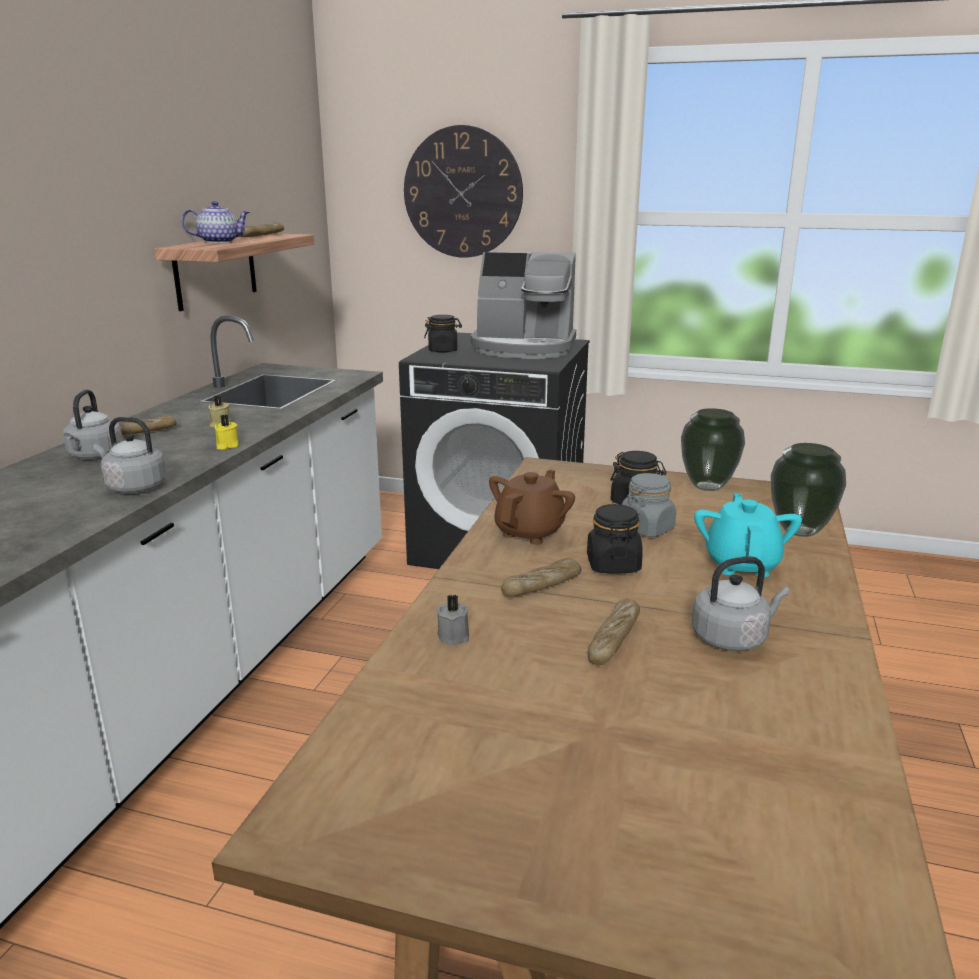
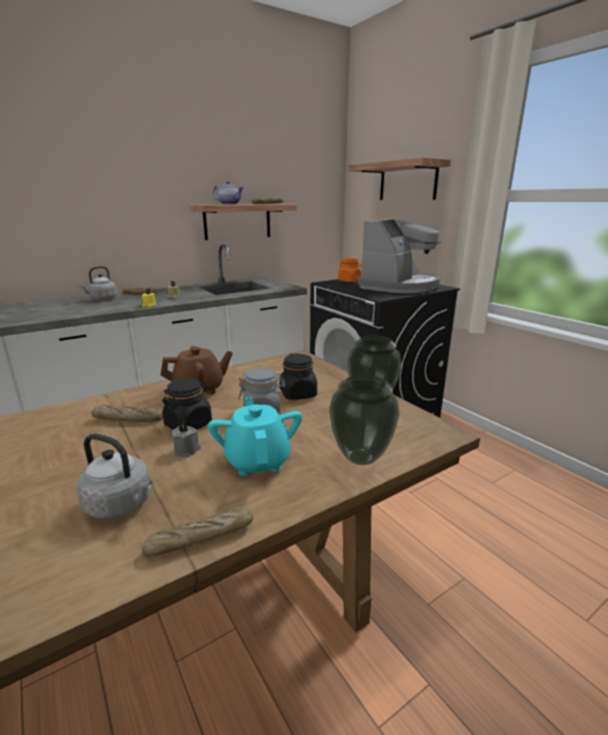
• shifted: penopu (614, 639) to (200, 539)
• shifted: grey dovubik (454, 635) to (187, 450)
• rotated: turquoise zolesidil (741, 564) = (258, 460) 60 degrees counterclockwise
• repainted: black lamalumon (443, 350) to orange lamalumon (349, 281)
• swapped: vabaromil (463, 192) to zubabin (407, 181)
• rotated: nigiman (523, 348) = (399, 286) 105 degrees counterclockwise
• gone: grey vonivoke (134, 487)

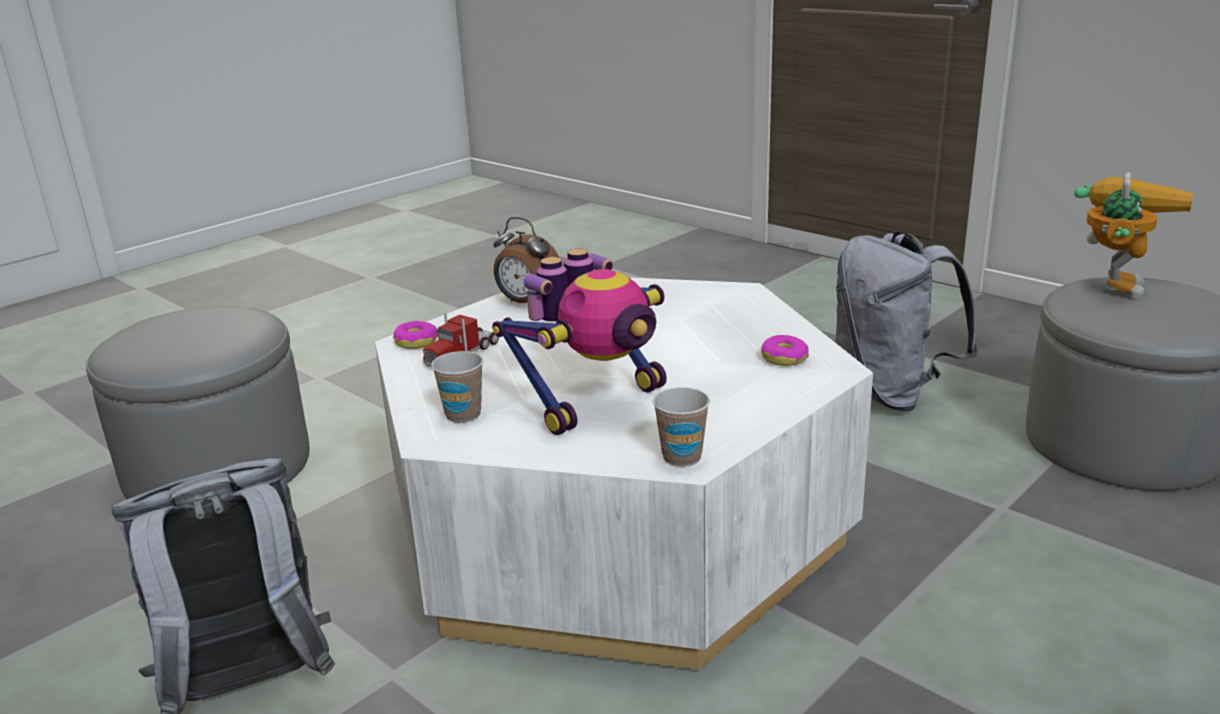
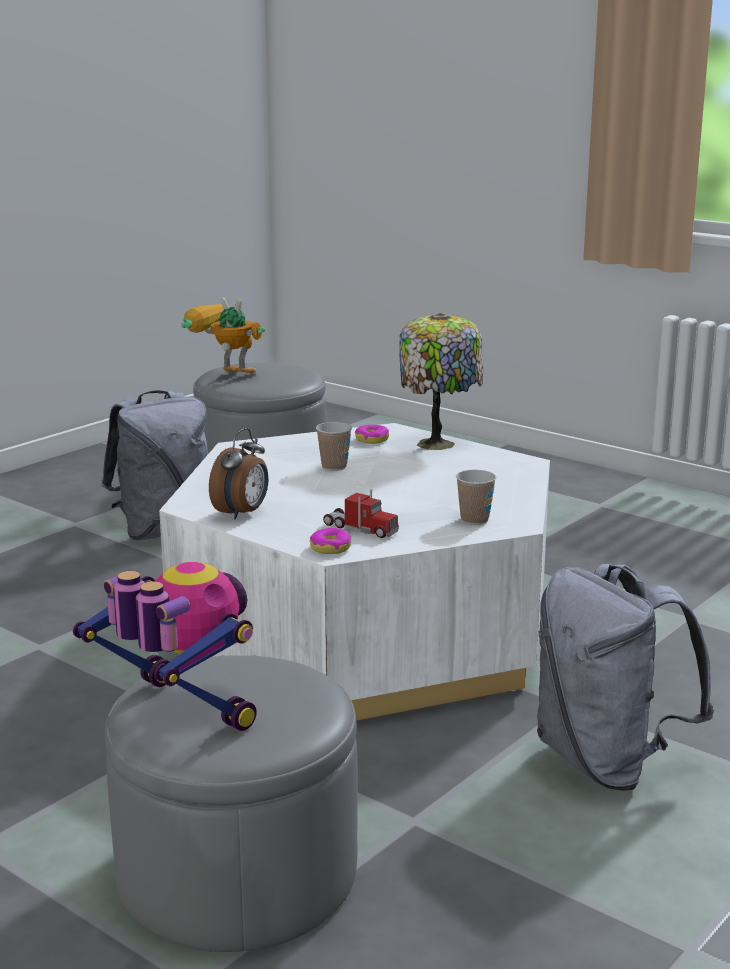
• shifted: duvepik (595, 402) to (180, 711)
• shifted: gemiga (682, 457) to (334, 467)
• new: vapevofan (438, 443)

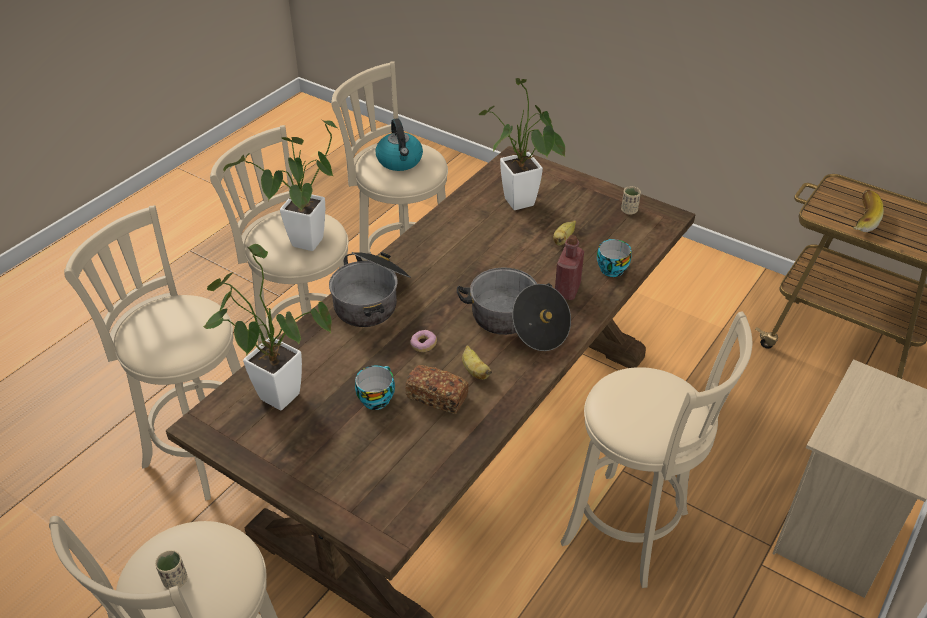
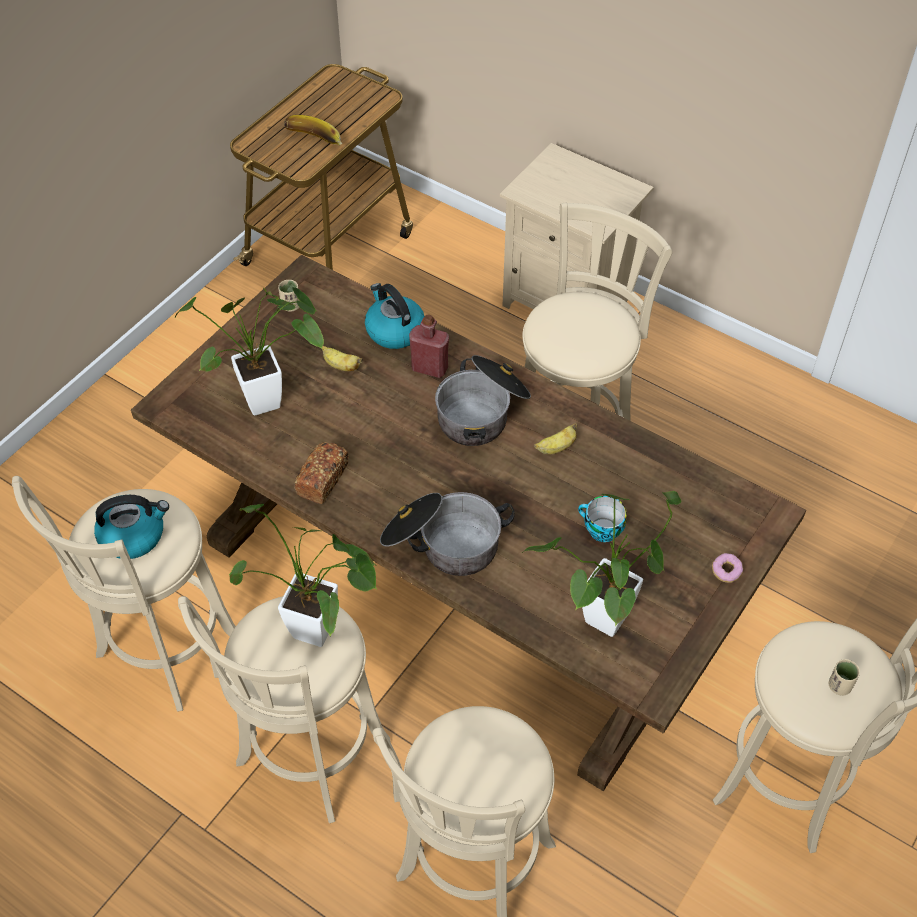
• shifted: penopu (437, 397) to (322, 480)
• swapped: gemiga (610, 268) to vonivoke (394, 330)
• shifted: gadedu (423, 345) to (726, 572)

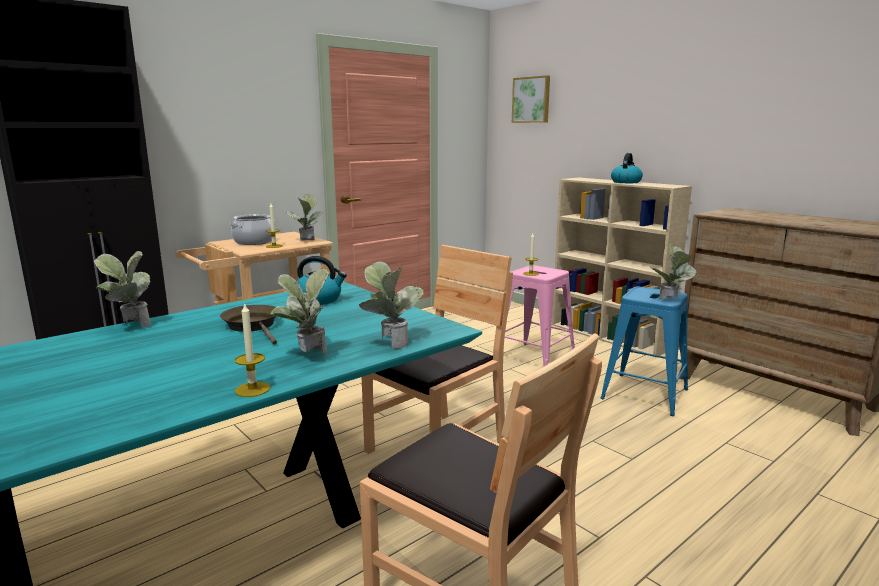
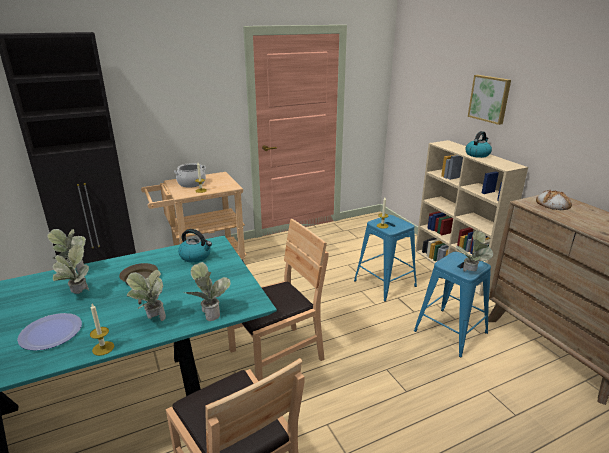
• new: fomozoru (51, 332)
• shifted: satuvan (306, 242) to (77, 295)
• repainted: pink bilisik (534, 358) to blue bilisik (384, 283)
• shifted: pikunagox (531, 100) to (490, 99)
• new: penopu (552, 204)

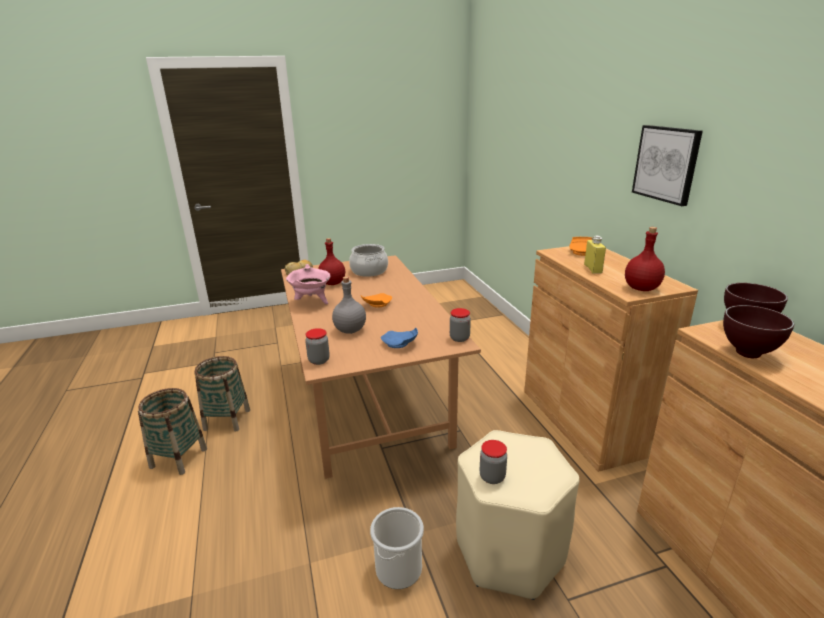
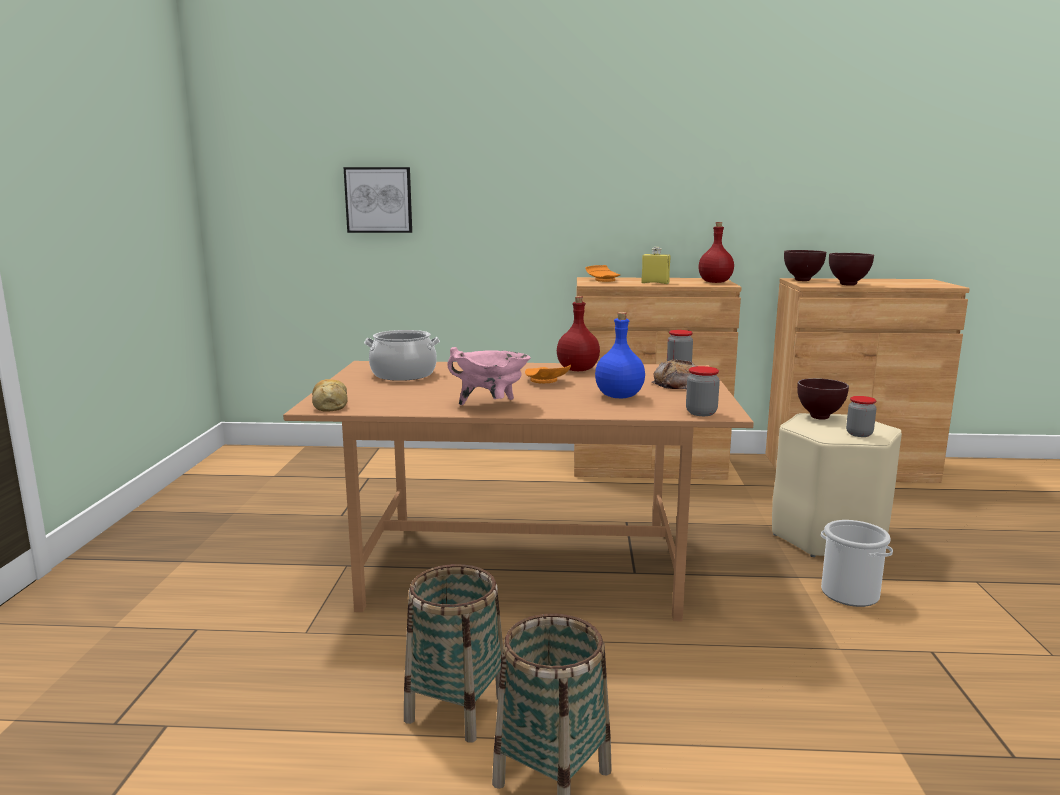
• shifted: pikunagox (666, 164) to (379, 200)
• shifted: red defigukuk (332, 283) to (577, 370)
• repainted: grey defigukuk (349, 330) to blue defigukuk (619, 396)
• swapped: blue fomozoru (400, 344) to penopu (678, 383)
• new: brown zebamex (820, 417)

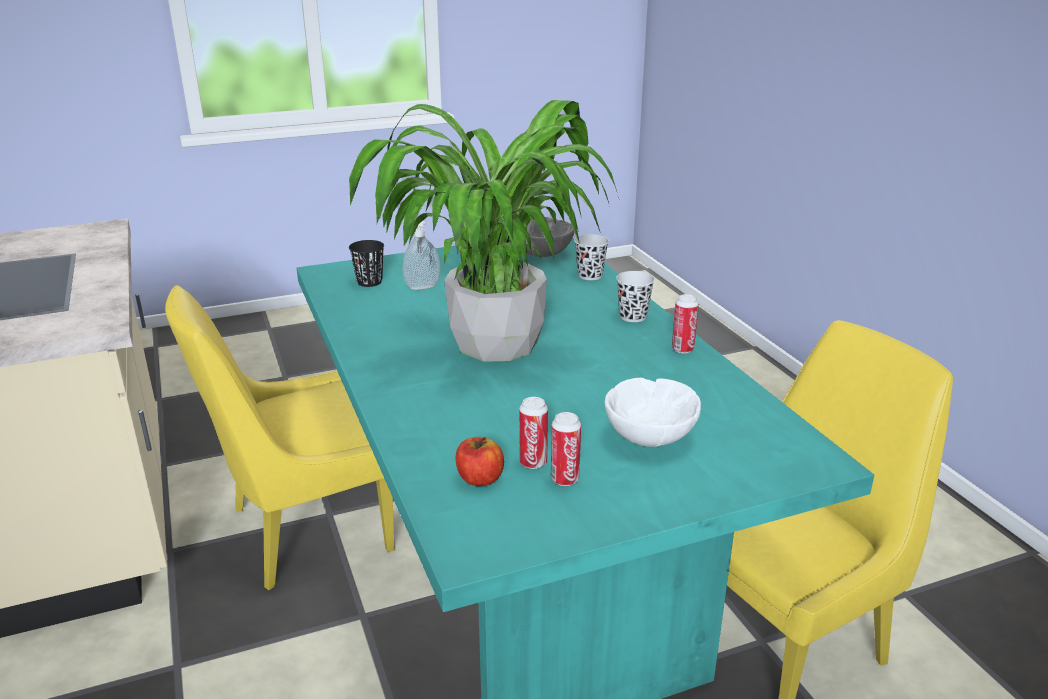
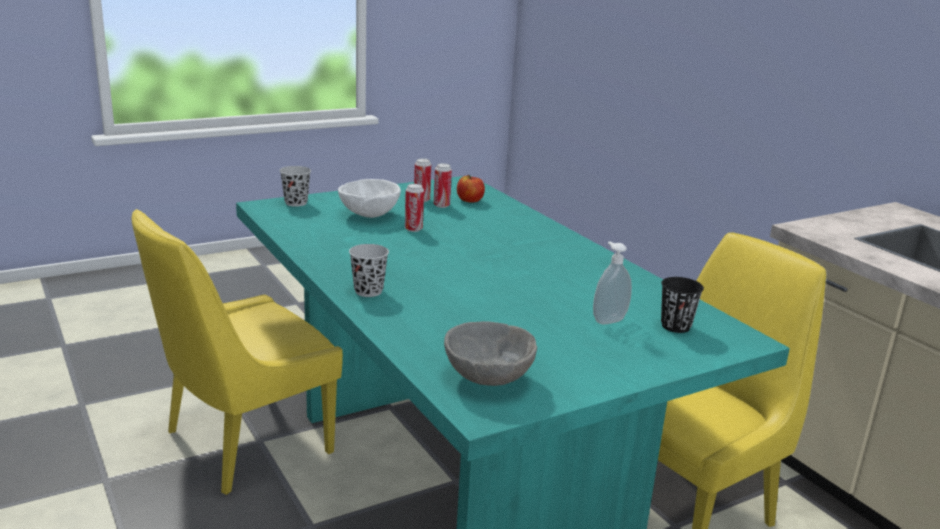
• shifted: black gemiga (590, 275) to (296, 203)
• shifted: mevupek (682, 349) to (413, 229)
• gone: satuvan (496, 344)

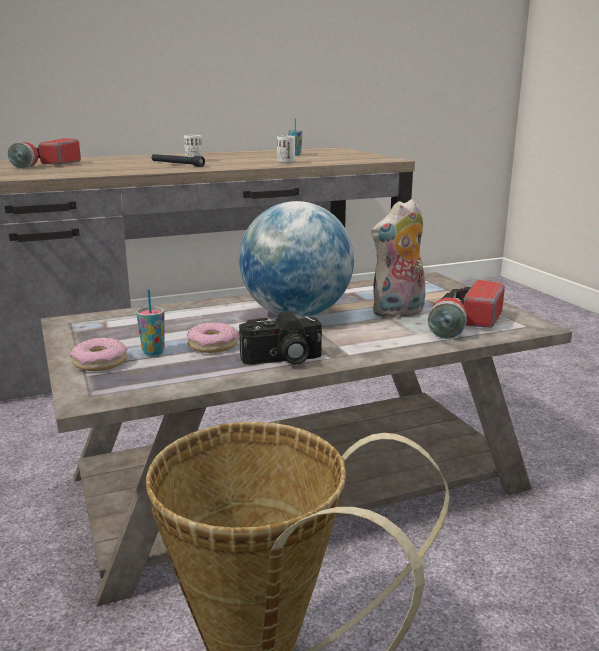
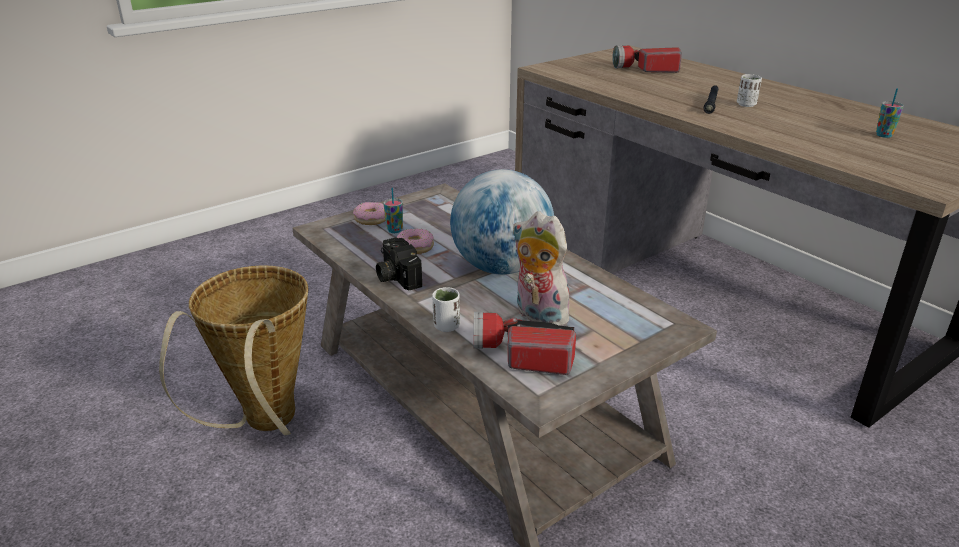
• shifted: white gemiga (286, 163) to (446, 326)

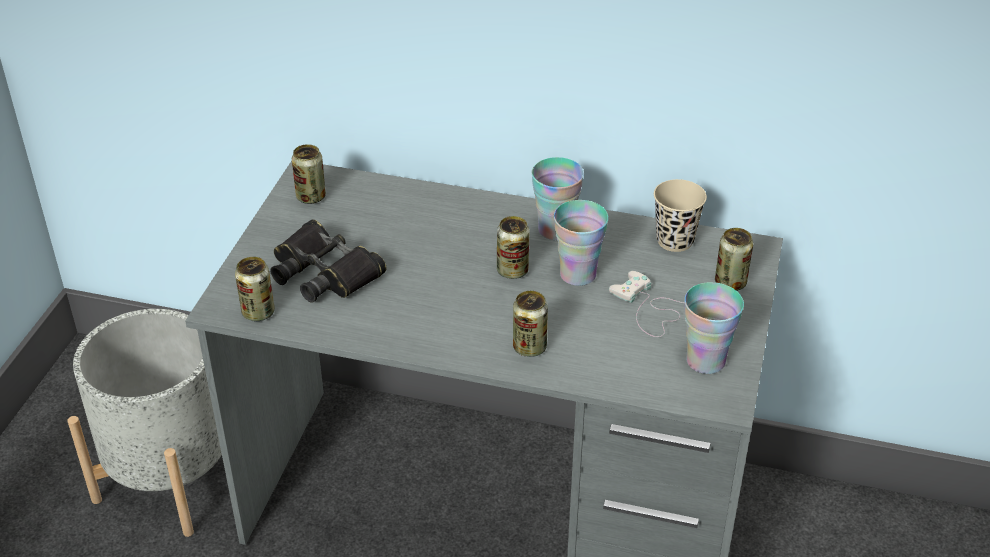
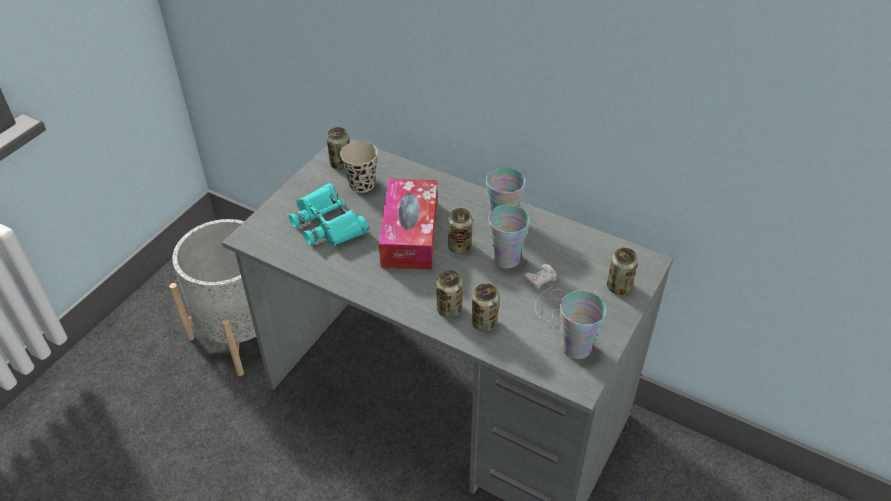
• repainted: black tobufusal (324, 272) to turquoise tobufusal (328, 223)
• shifted: beige gemiga (674, 240) to (362, 184)
• new: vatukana (410, 234)
• shifted: mevupek (258, 312) to (484, 323)

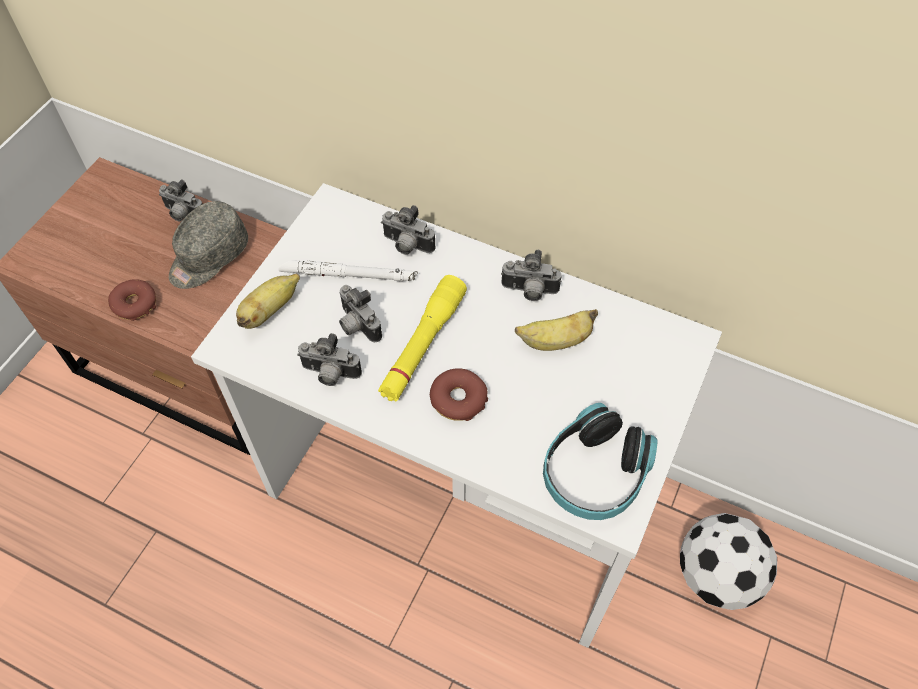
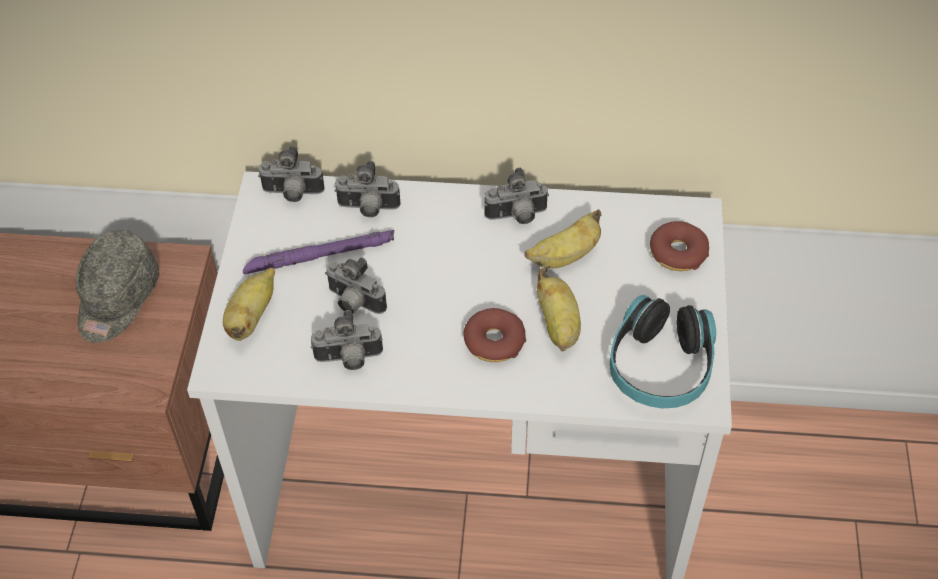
• repainted: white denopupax (348, 275) to purple denopupax (320, 256)
• shifted: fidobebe (183, 215) to (292, 194)
• new: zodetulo (558, 326)
• shifted: gadedu (135, 304) to (677, 253)
• gone: yellow denopupax (423, 345)
• gone: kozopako (717, 575)

